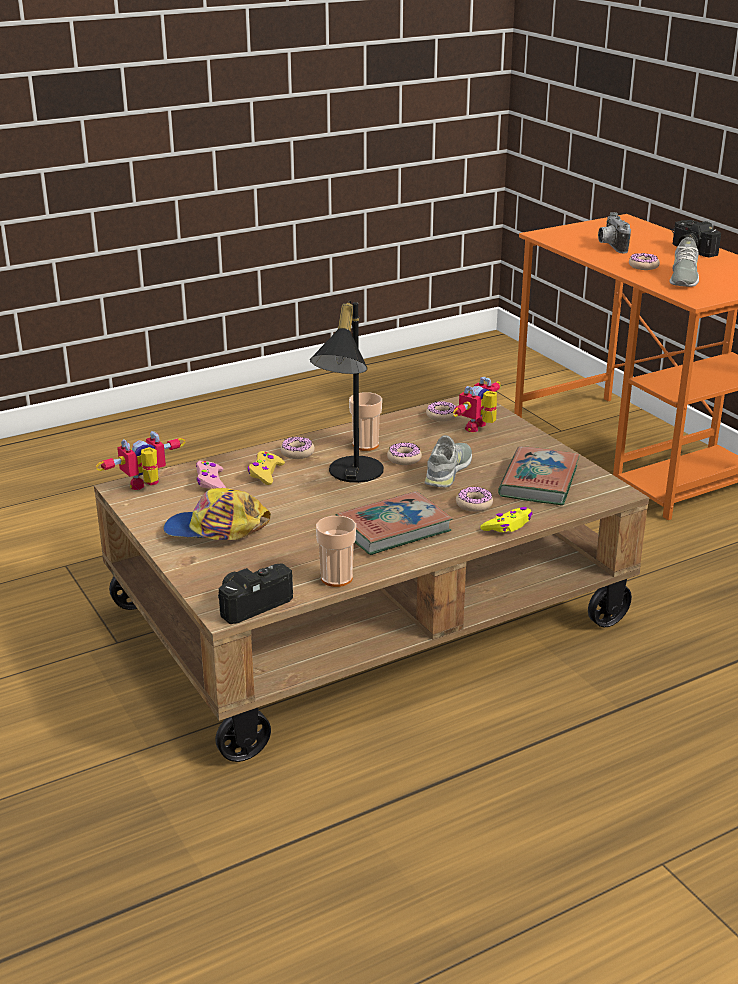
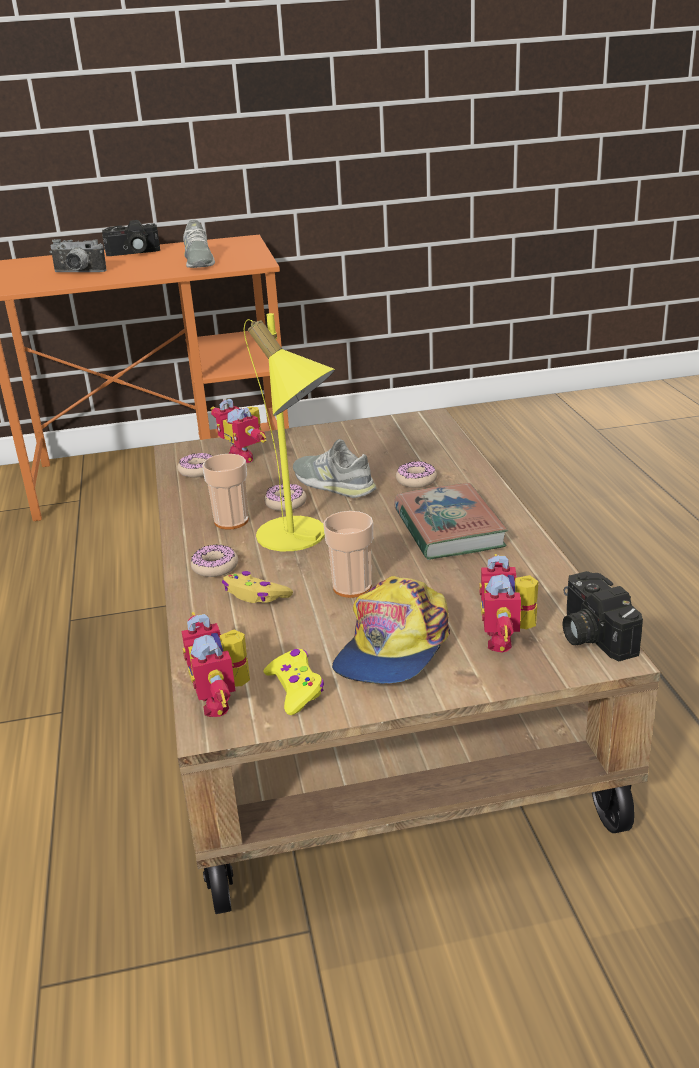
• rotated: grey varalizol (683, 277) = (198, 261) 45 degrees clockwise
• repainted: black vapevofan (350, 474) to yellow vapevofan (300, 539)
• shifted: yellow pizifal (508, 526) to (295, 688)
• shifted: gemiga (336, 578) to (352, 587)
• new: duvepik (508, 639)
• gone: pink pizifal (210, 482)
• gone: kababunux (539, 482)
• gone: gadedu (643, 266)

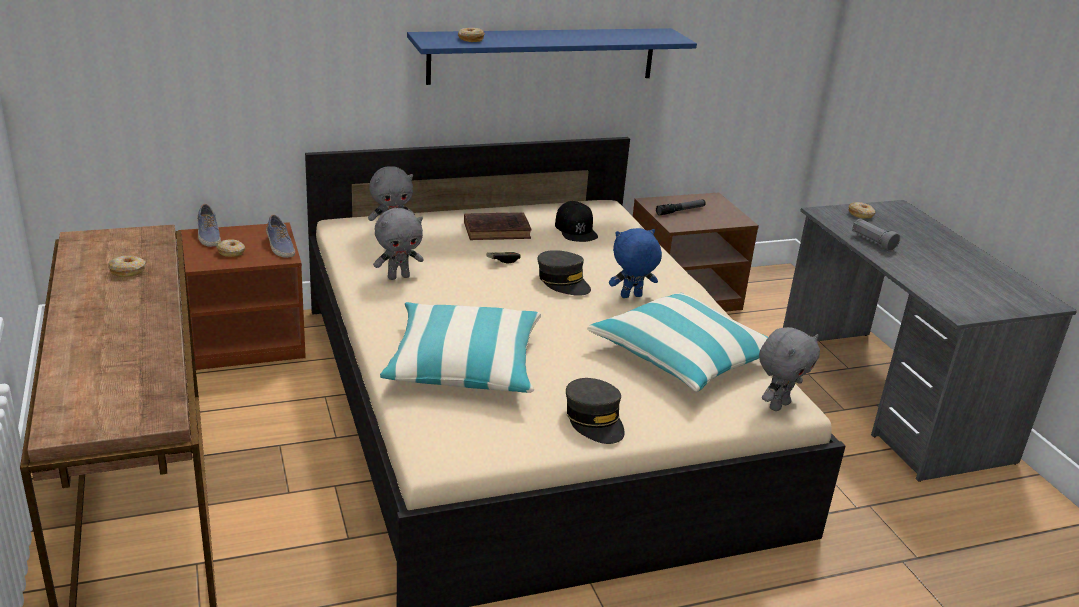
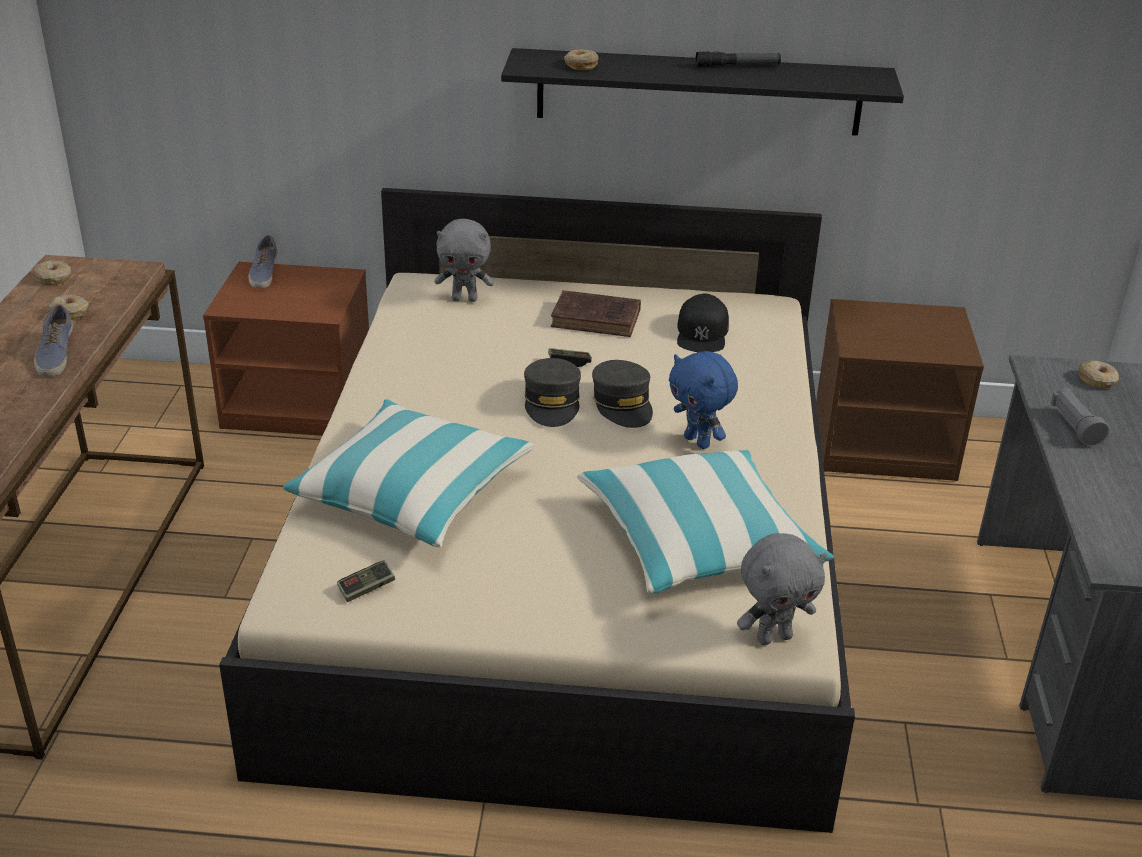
• shifted: gadedu (231, 252) to (53, 278)
• shifted: varalizol (279, 246) to (55, 355)
• new: pizifal (366, 588)
• repainted: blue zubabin (543, 55) to black zubabin (698, 92)
• shifted: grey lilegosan (594, 420) to (552, 403)
• rotated: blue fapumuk (631, 297) = (698, 441) 135 degrees counterclockwise
• shifted: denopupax (680, 211) to (737, 66)
• gone: grey fapumuk (398, 277)

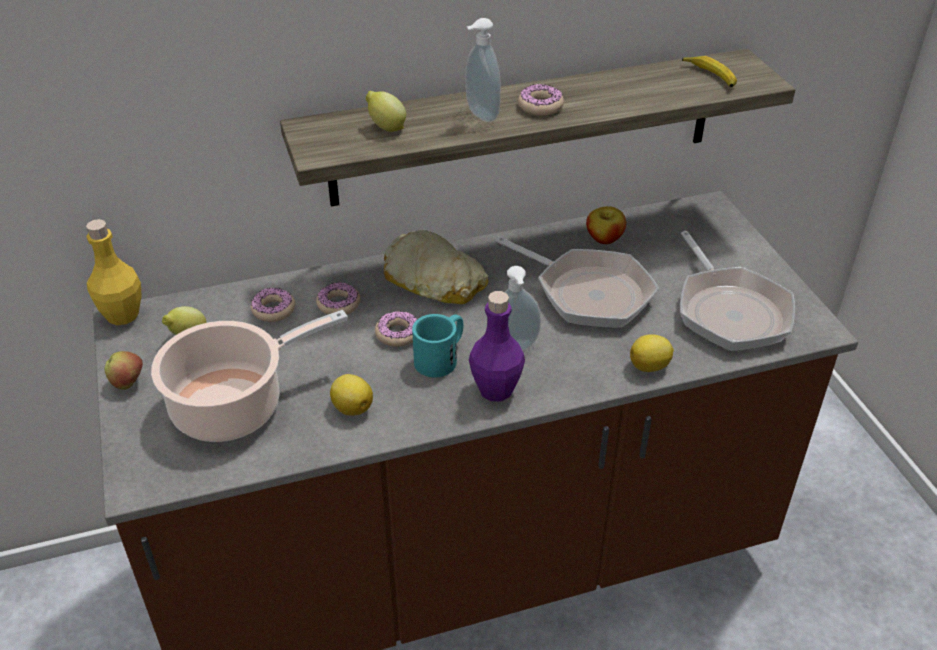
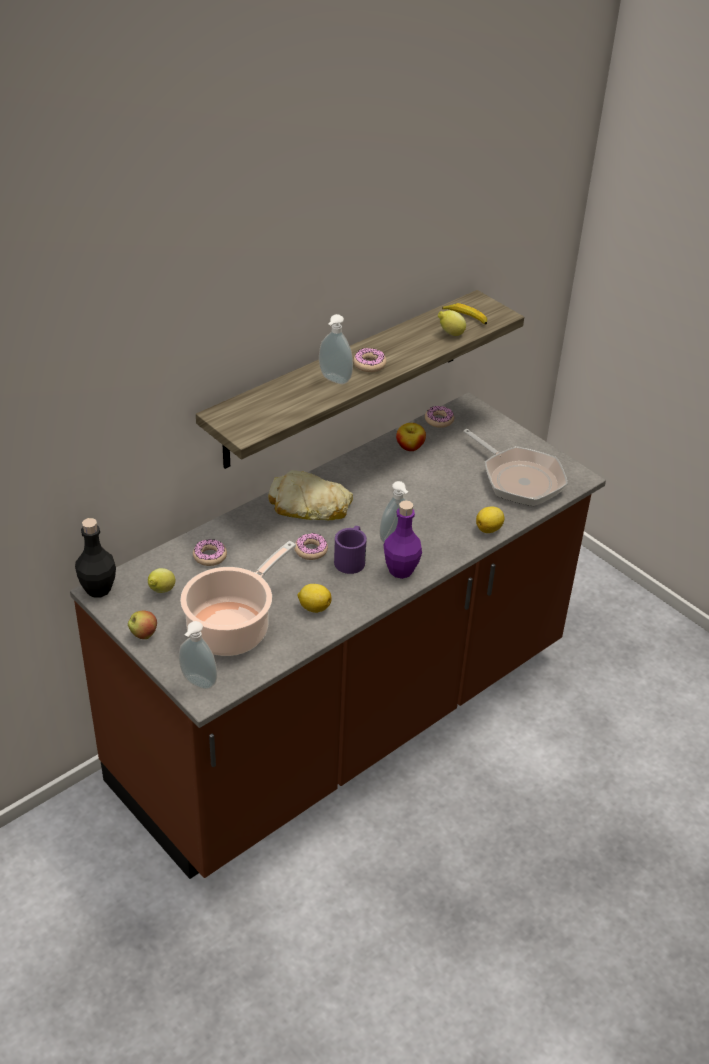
• repainted: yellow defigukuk (122, 315) to black defigukuk (98, 589)
• new: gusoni (197, 683)
• repainted: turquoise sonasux (441, 357) to purple sonasux (351, 558)
• shifted: gadedu (339, 304) to (439, 420)
• shifted: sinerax (386, 128) to (450, 334)
• gone: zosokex (587, 292)

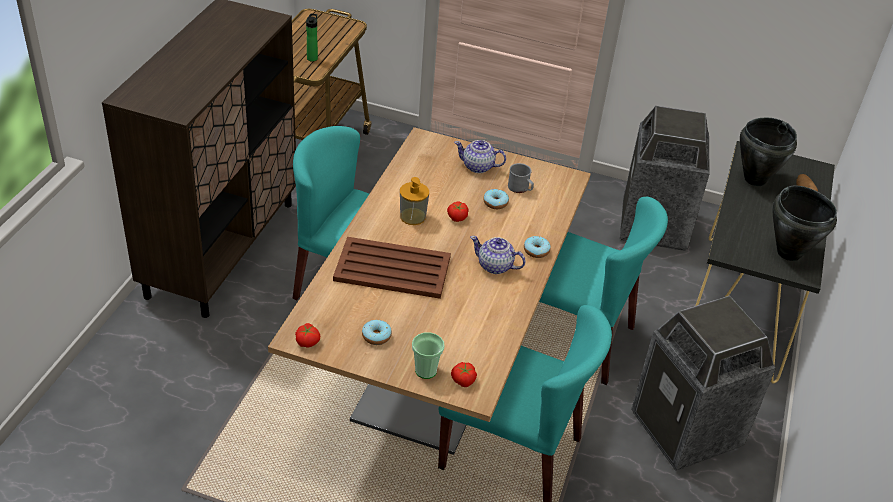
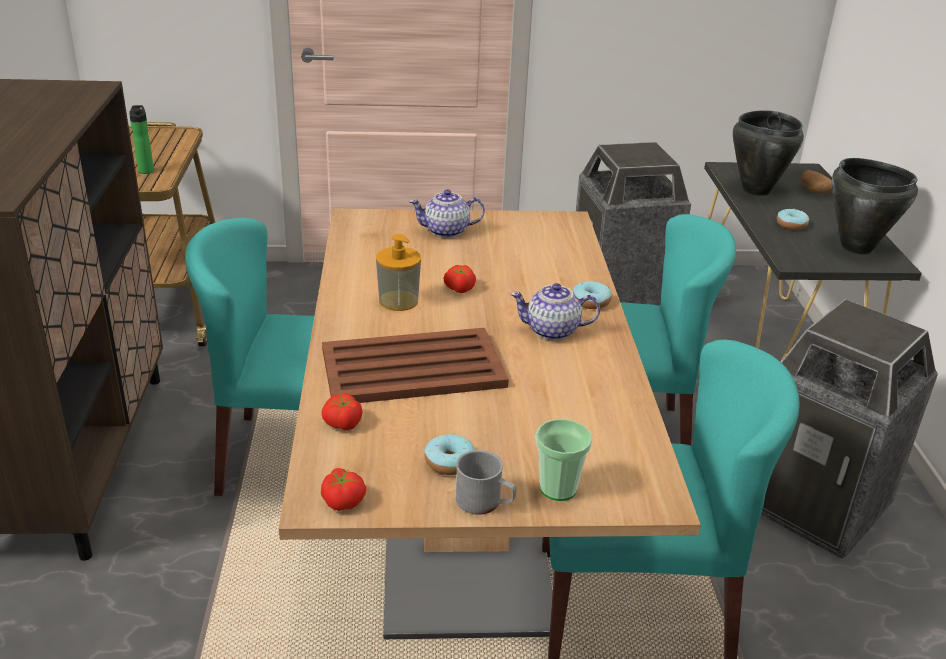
• shifted: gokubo (463, 380) to (342, 423)
• shifted: grey sonasux (520, 188) to (485, 502)
• shifted: gadedu (495, 203) to (791, 225)

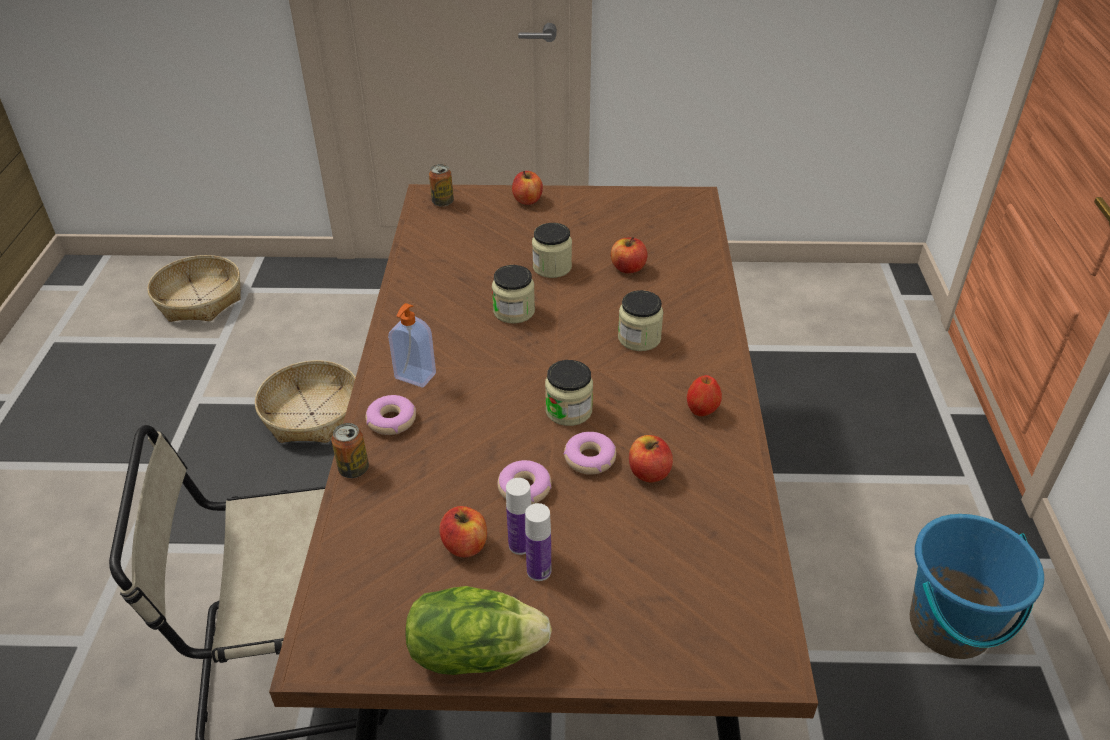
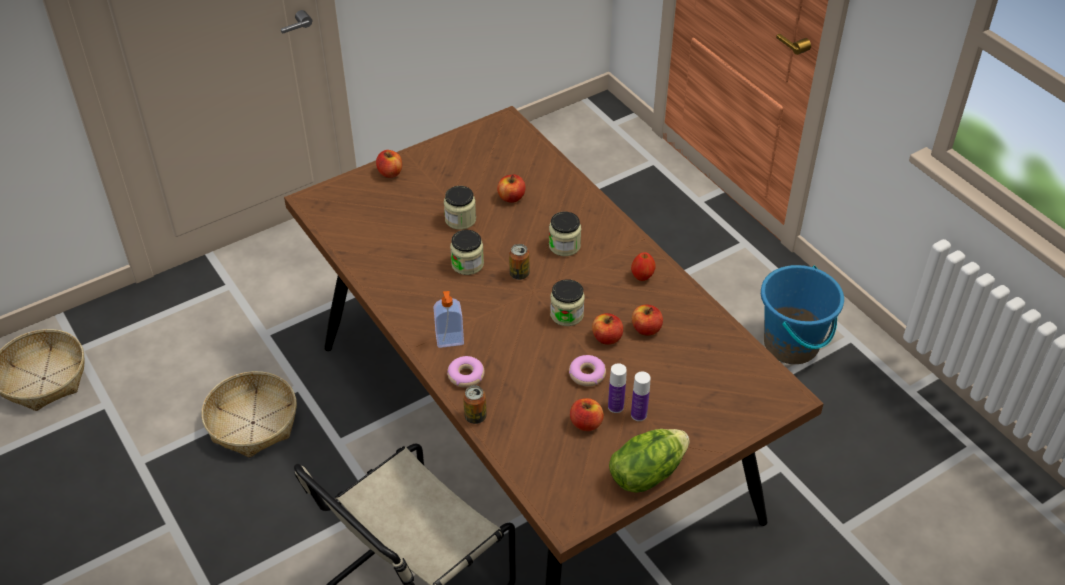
• shifted: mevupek (442, 202) to (519, 274)
• swapped: gadedu (590, 459) to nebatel (607, 338)

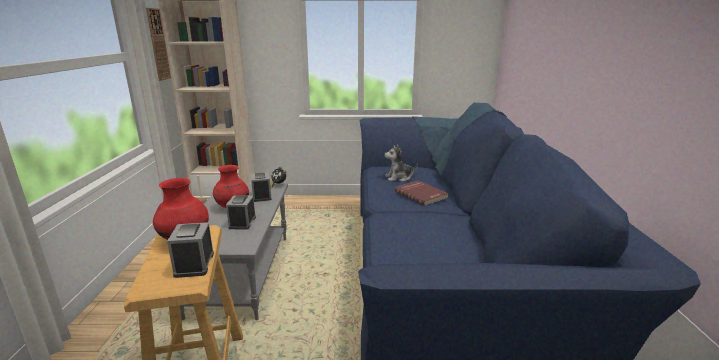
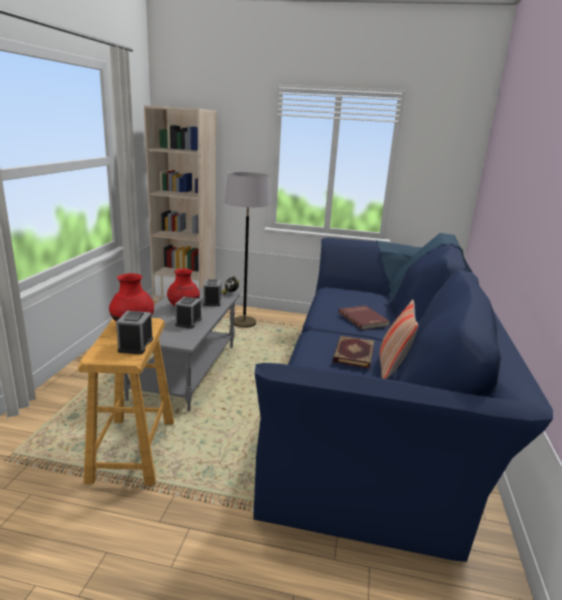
• new: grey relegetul (244, 323)
• new: kababunux (352, 353)
• new: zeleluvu (392, 368)
• gone: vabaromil (158, 44)
• gone: fapumuk (399, 178)

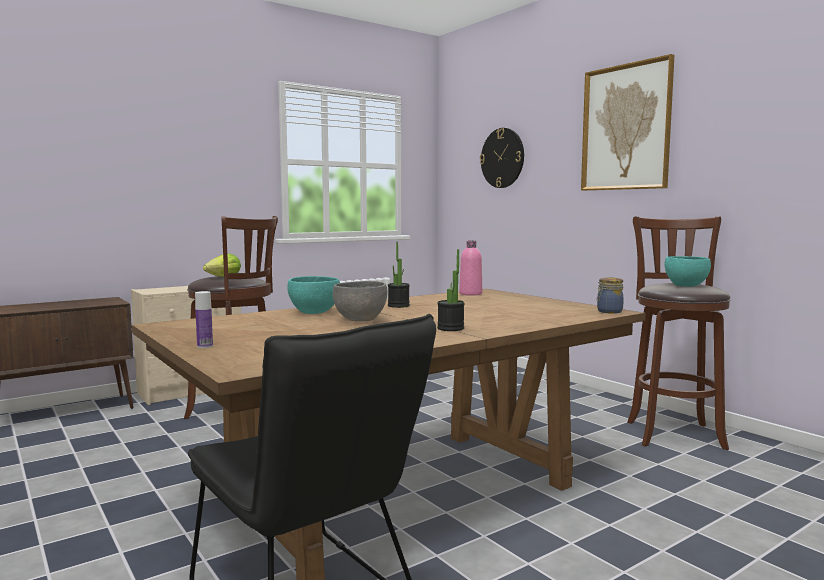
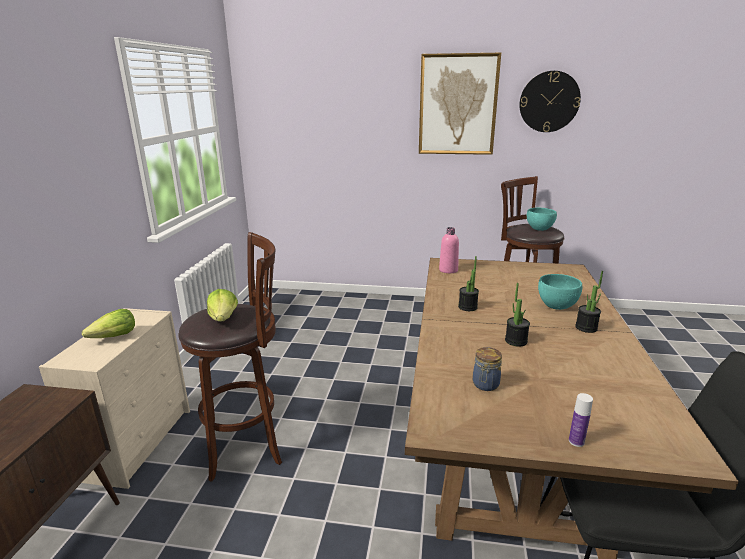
• new: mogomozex (114, 337)
• shifted: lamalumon (608, 312) to (485, 385)
• swapped: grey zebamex (360, 320) to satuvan (516, 341)
• shifted: vabaromil (502, 158) to (549, 102)
• shifted: turquoise zebamex (313, 312) to (556, 306)

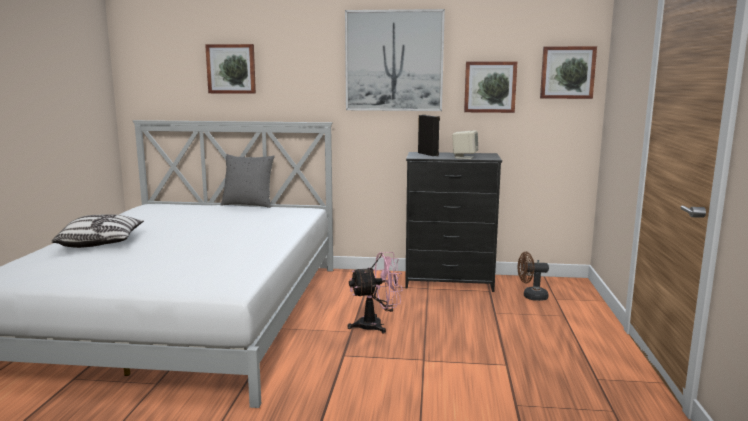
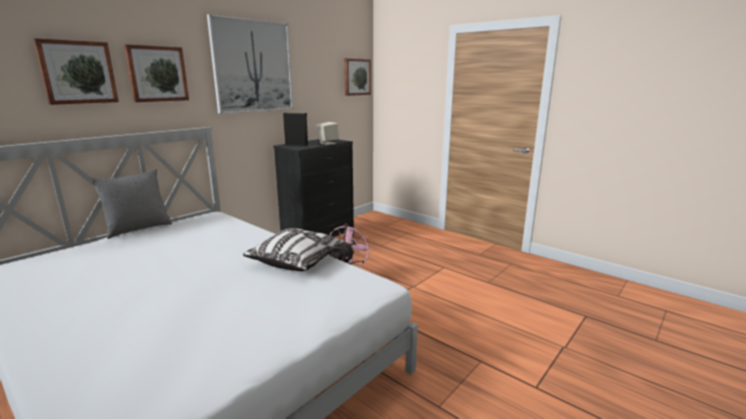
• shifted: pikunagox (490, 87) to (157, 74)
• shifted: zeleluvu (101, 243) to (297, 260)
• gone: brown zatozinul (531, 297)

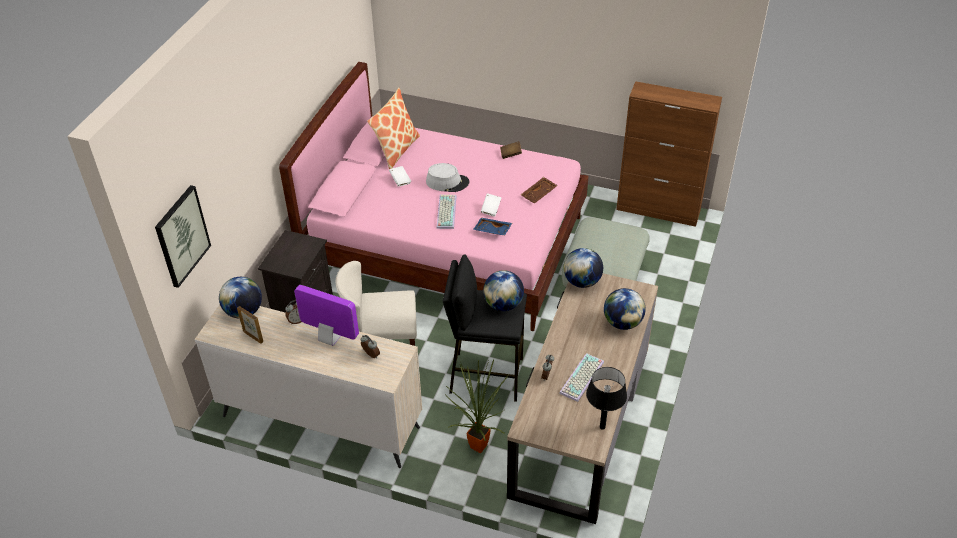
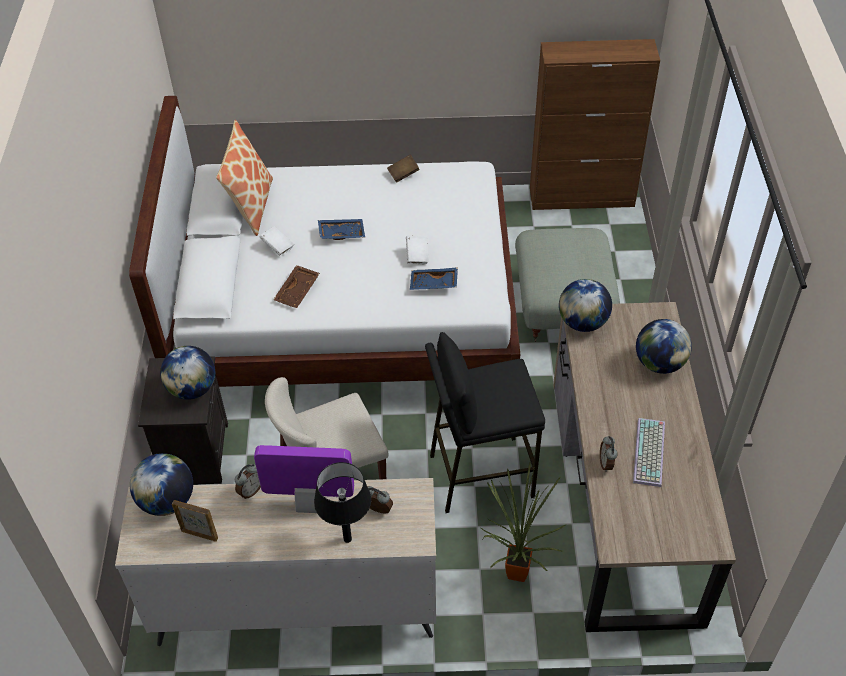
• repainted: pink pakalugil (446, 245) to white pakalugil (345, 312)
• shifted: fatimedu (503, 304) to (192, 389)
• shifted: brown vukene (539, 194) to (298, 291)
• shifted: black vapevofan (602, 427) to (348, 539)
• swapped: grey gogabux (447, 182) to blue vukene (341, 233)
• gone: pikunagox (181, 236)
• gone: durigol (445, 211)

